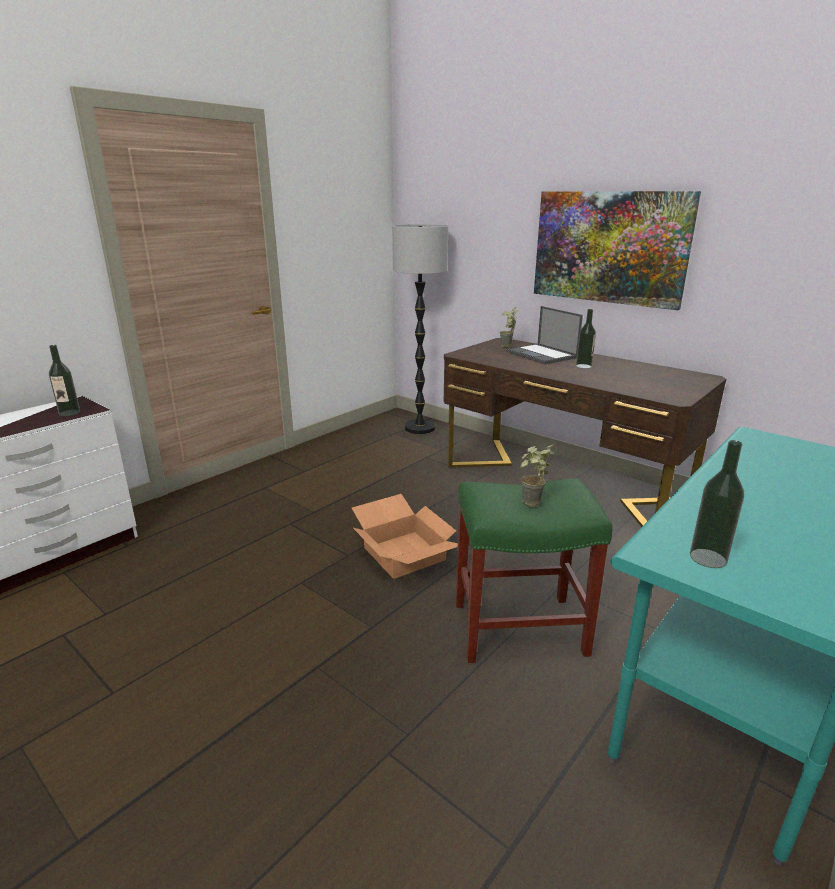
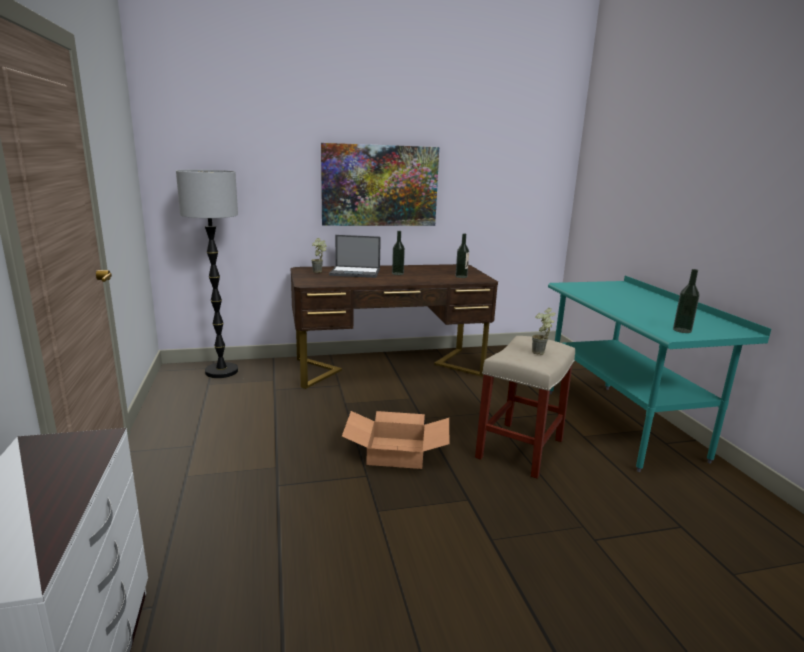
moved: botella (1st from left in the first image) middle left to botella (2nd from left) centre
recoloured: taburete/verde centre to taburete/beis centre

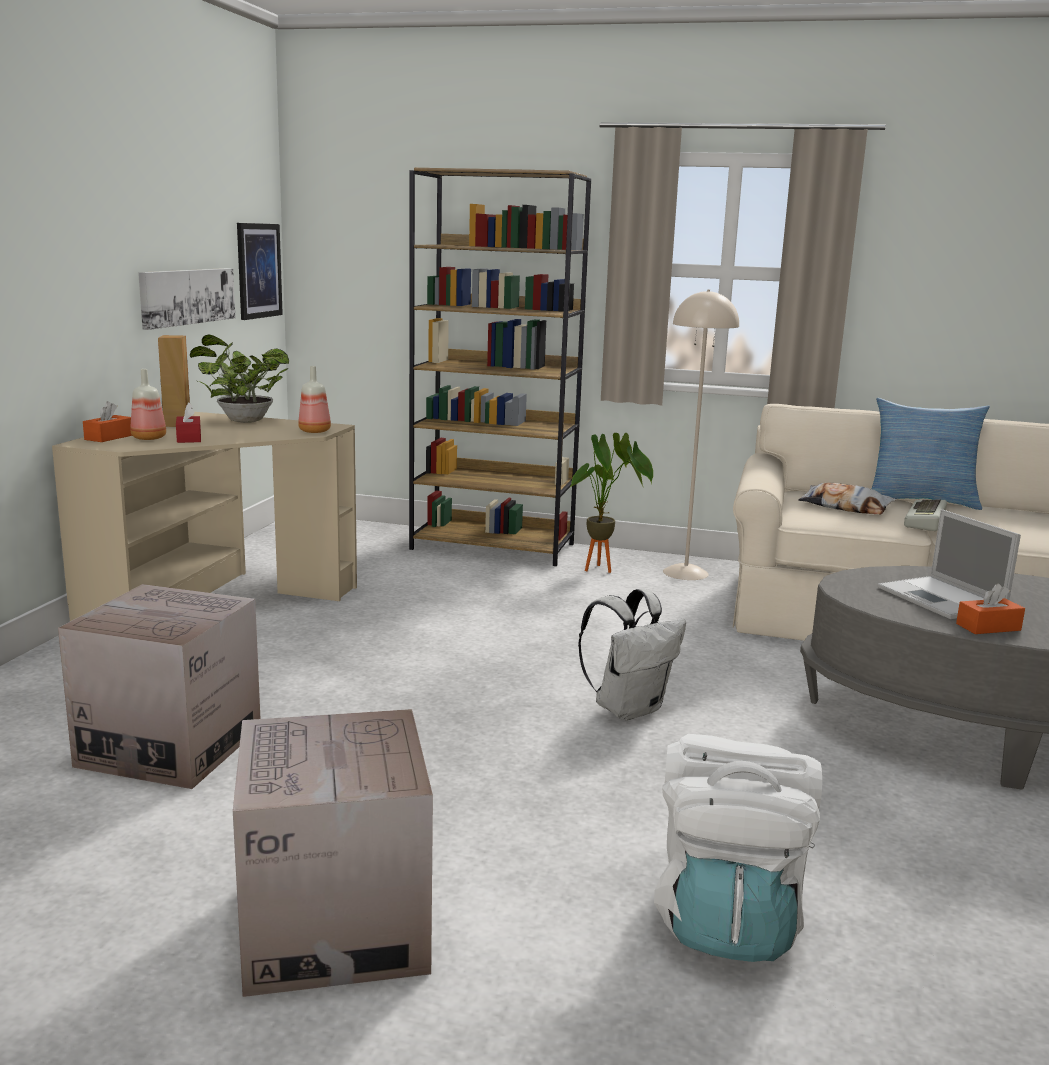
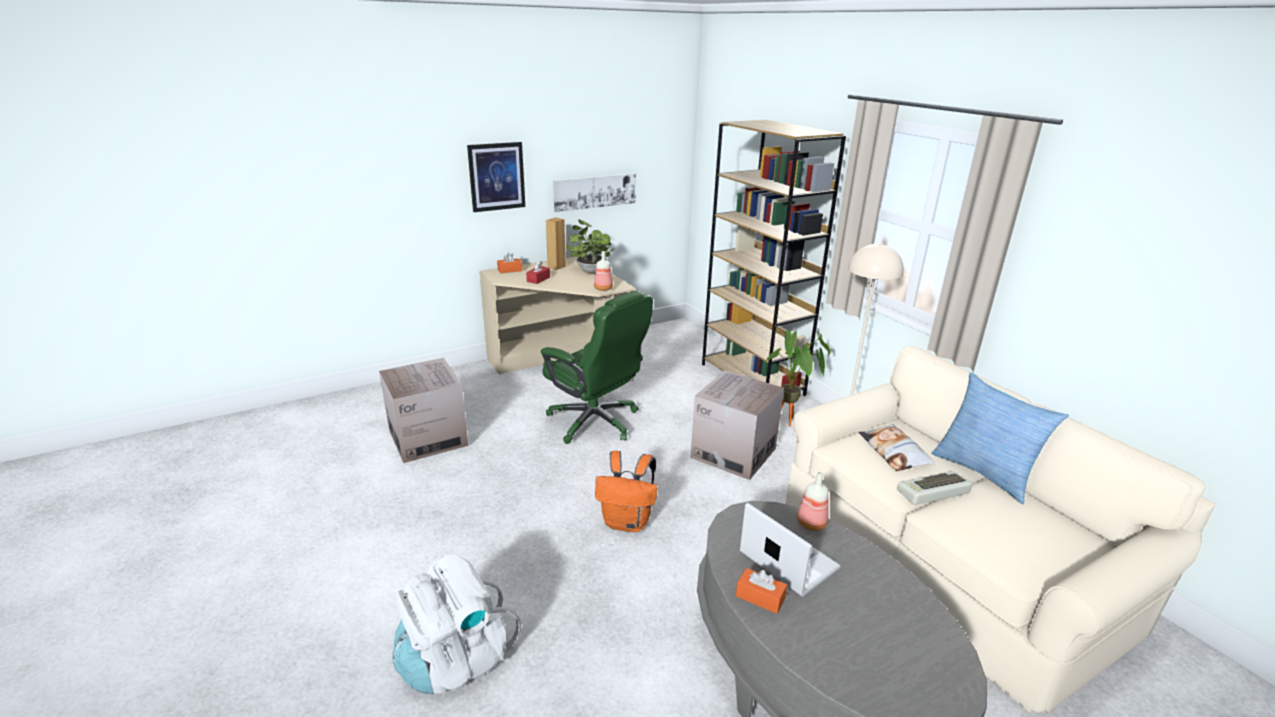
added: silla de oficina/verde centre
moved: botella (1st from left in the first image) middle left to botella (2nd from left) bottom centre; caja de cartón (2nd from left) bottom left to centre; cuadro (2nd from left in the first image) top left to cuadro (1st from left) top centre
recoloured: mochila/blanco (1st from left) centre to mochila/naranja bottom centre
turned: portátil middle right = bottom centre 120 degrees clockwise

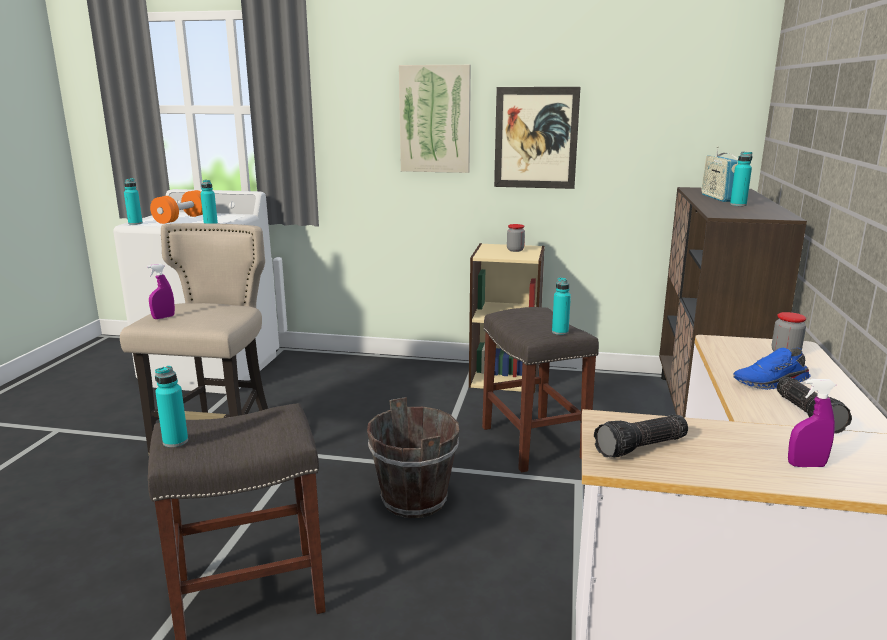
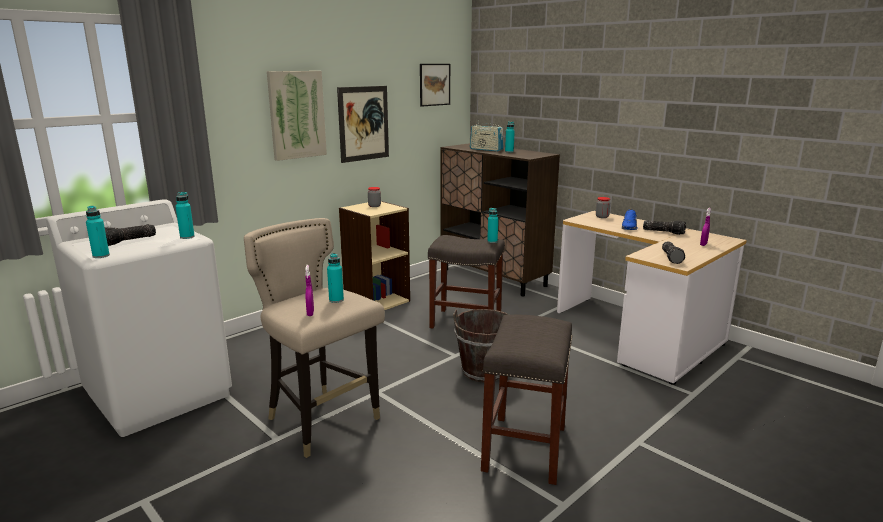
added: cuadro (3rd from left) top centre
moved: botella/turquesa (2nd from left in the first image) middle left to botella/turquesa (3rd from left) centre
replaced: mancuerna/naranja top left to linterna (1st from left) middle left

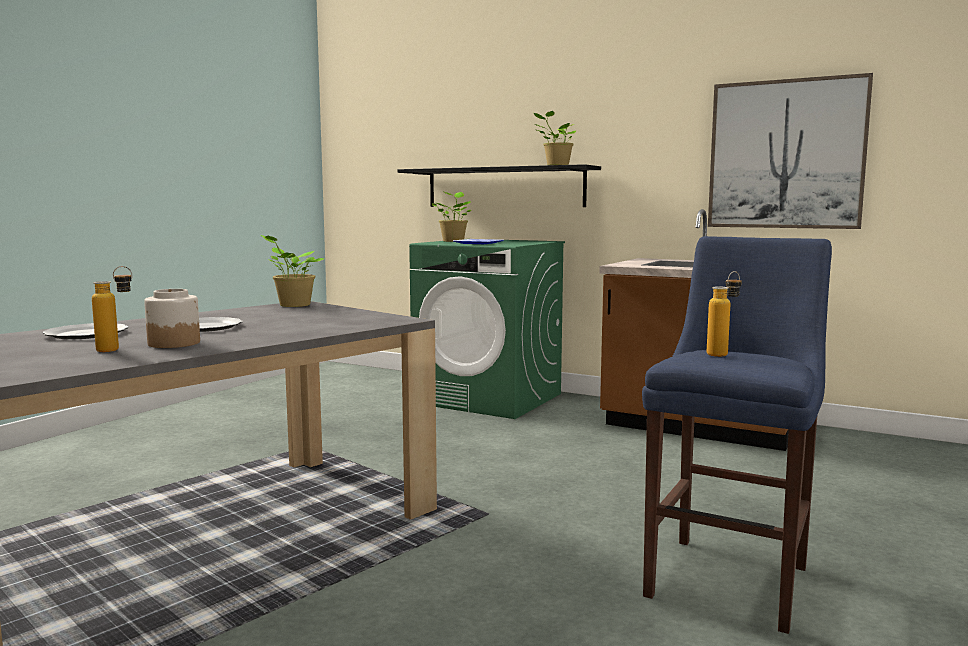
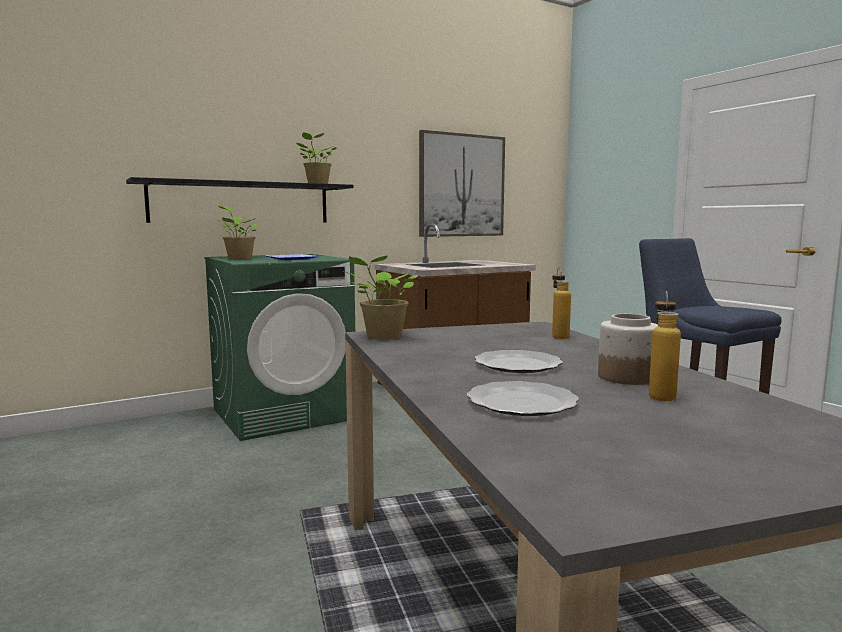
moved: botella (2nd from left in the first image) middle right to botella (1st from left) centre

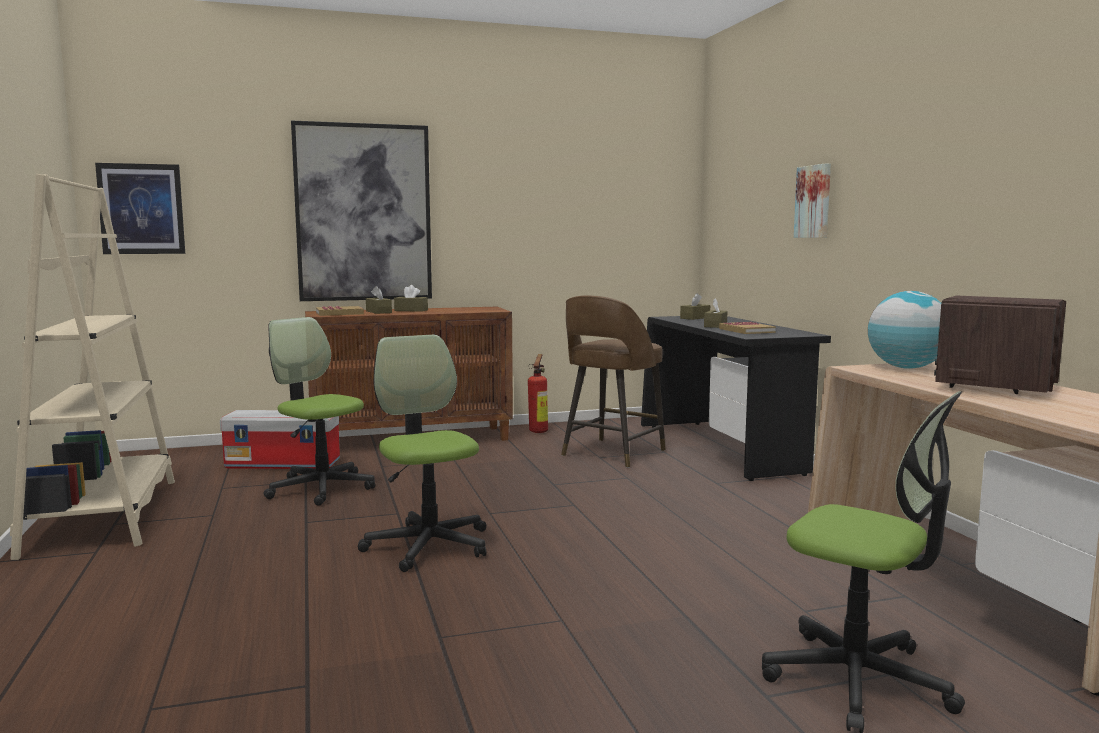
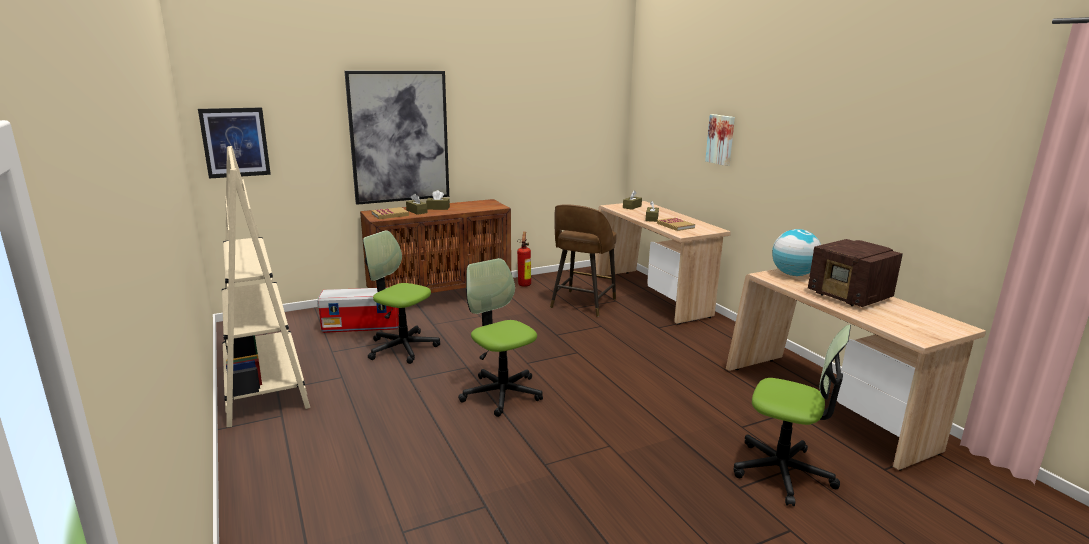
recoloured: escritorio/negro middle right to escritorio/beis (1st from left) centre
turned: radio middle right = middle right 60 degrees counterclockwise

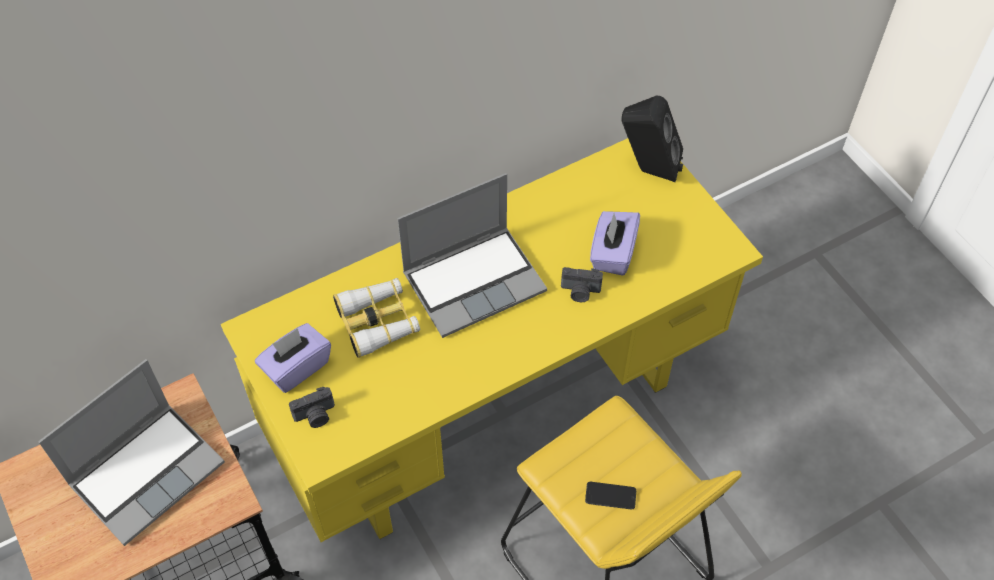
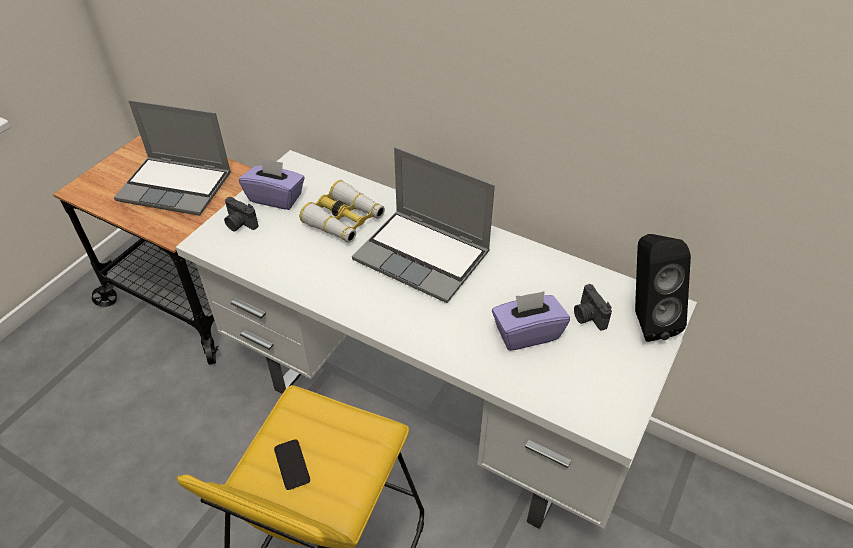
moved: cámara (2nd from left) centre to middle right
recoloured: escritorio/amarillo centre to escritorio/blanco centre

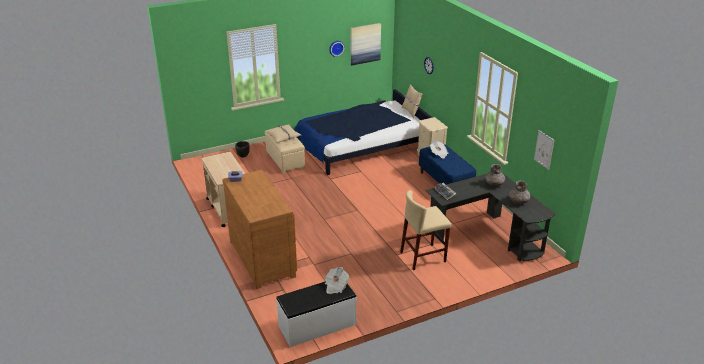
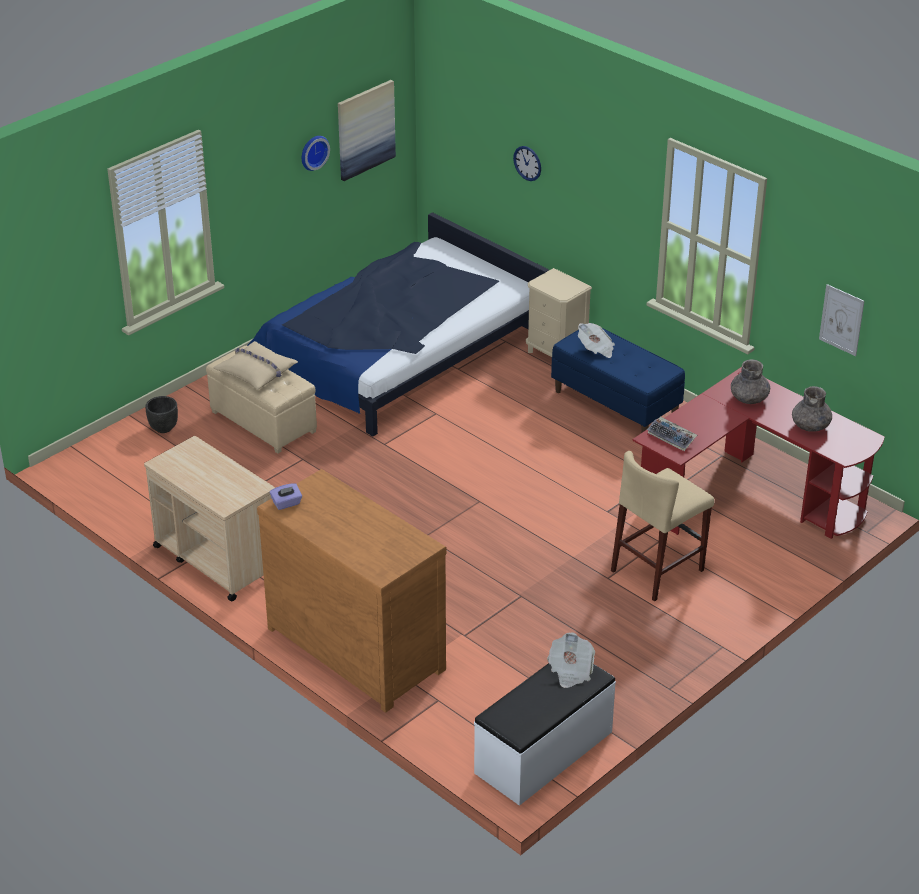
removed: cojín/beis (2nd from left) top centre
recoloured: escritorio/negro middle right to escritorio/rojo middle right

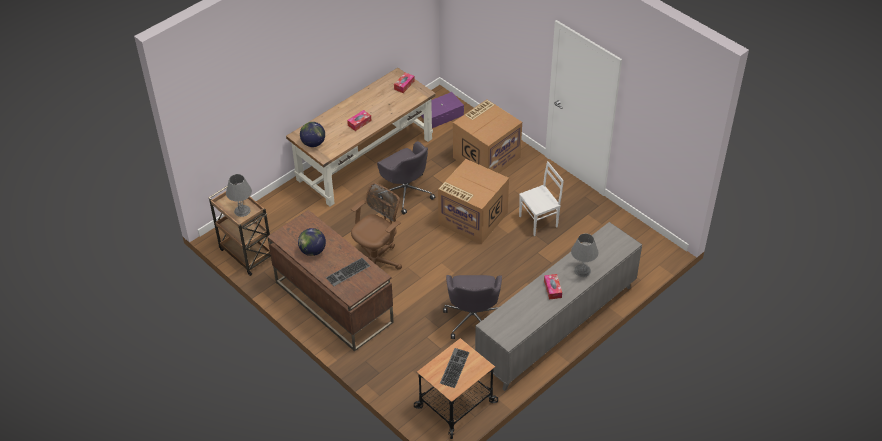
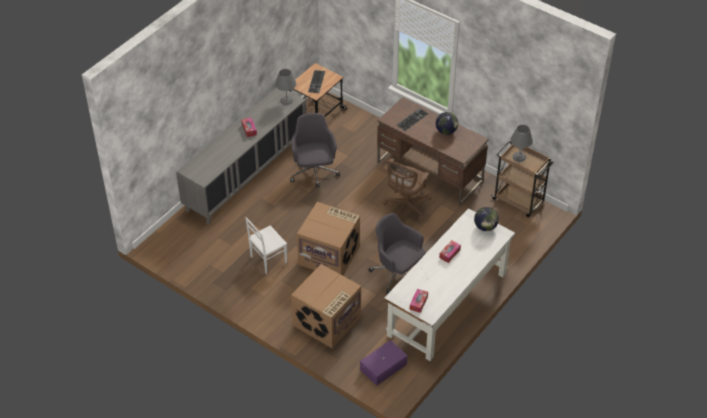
moved: lámpara de mesa/gris (2nd from left in the first image) centre to lámpara de mesa/gris (1st from left) top centre
recoloured: escritorio/marrón (2nd from left) top centre to escritorio/blanco bottom centre

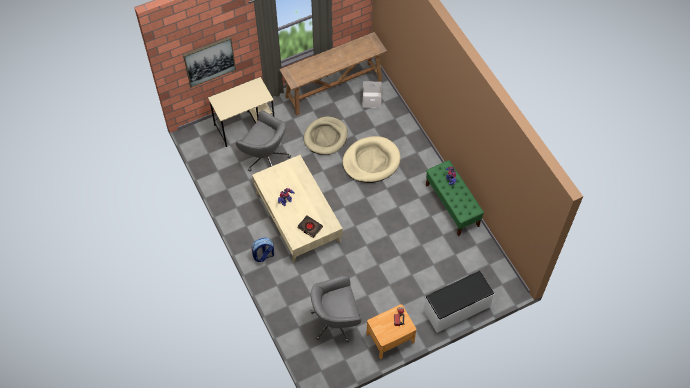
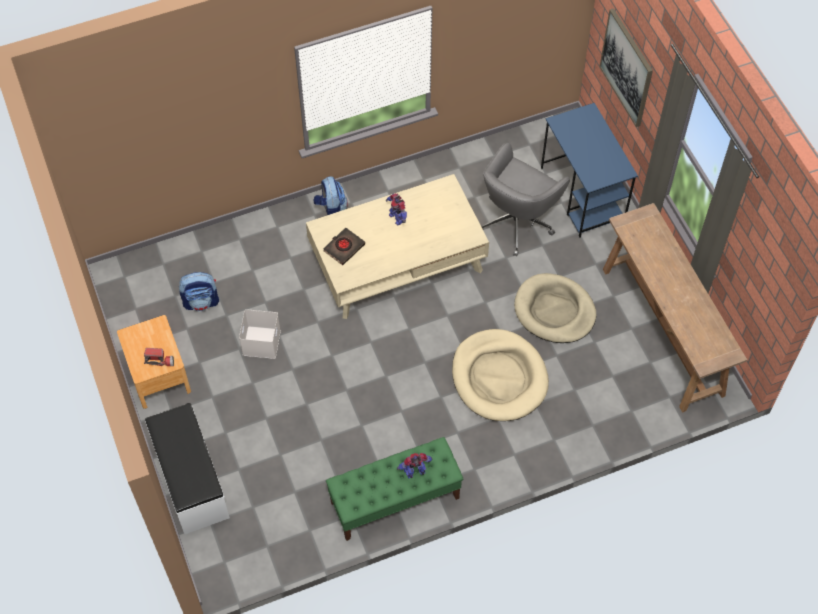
moved: caja de almacenaje/blanco top centre to middle left
replaced: silla de oficina/gris (2nd from left) bottom centre to mochila (1st from left) middle left
recoloured: escritorio/beis top centre to escritorio/azul top right

